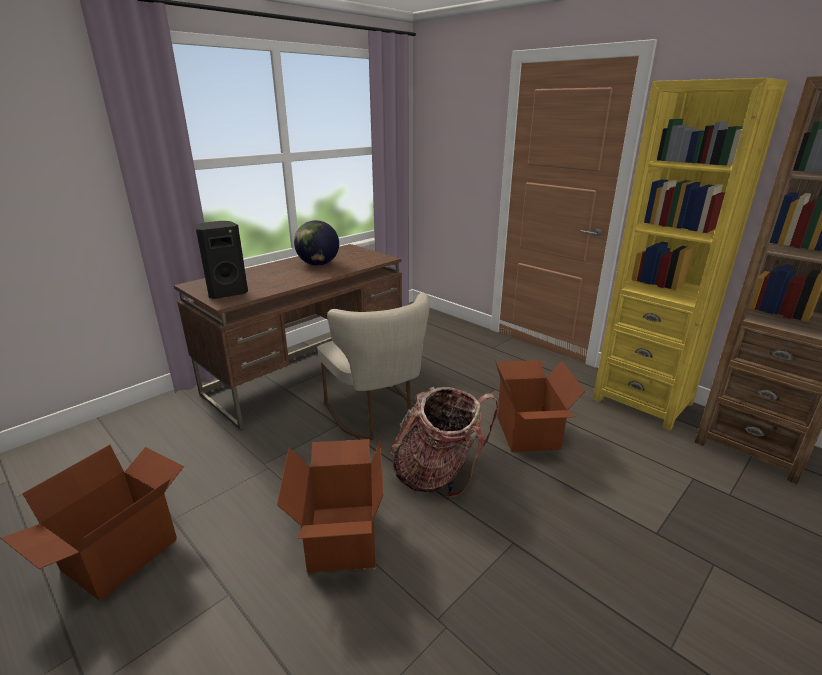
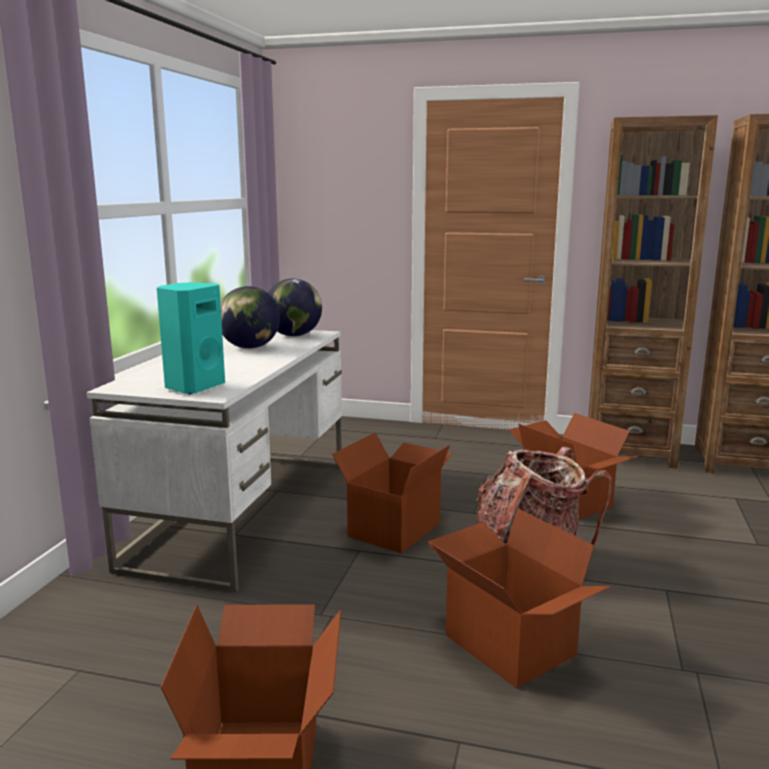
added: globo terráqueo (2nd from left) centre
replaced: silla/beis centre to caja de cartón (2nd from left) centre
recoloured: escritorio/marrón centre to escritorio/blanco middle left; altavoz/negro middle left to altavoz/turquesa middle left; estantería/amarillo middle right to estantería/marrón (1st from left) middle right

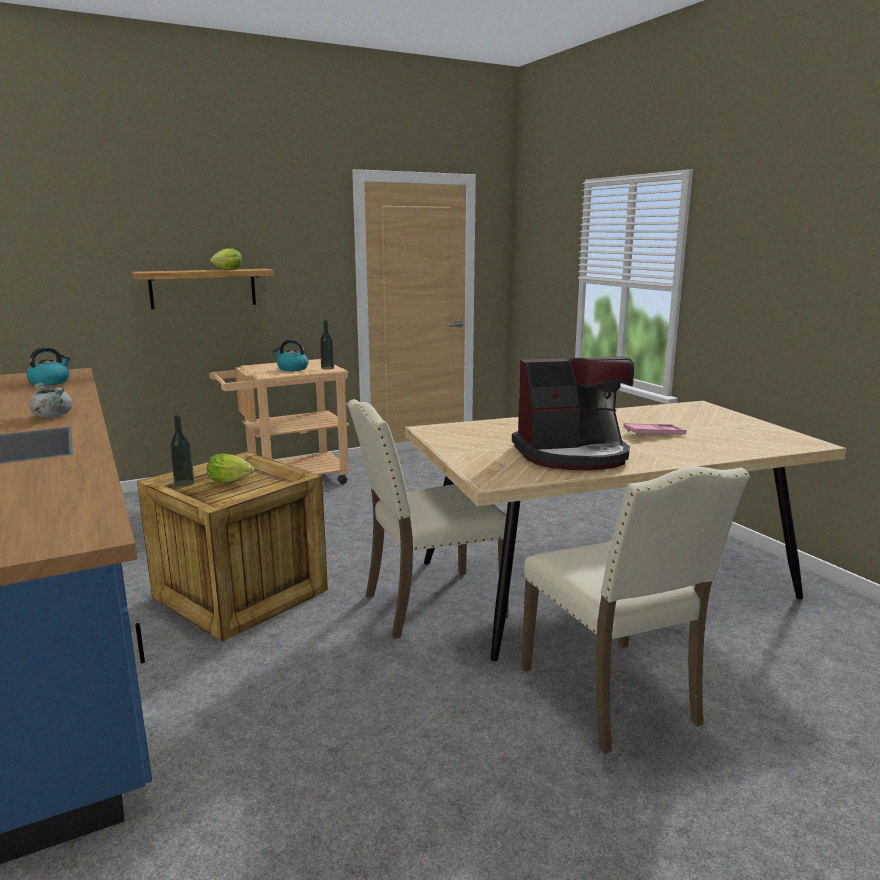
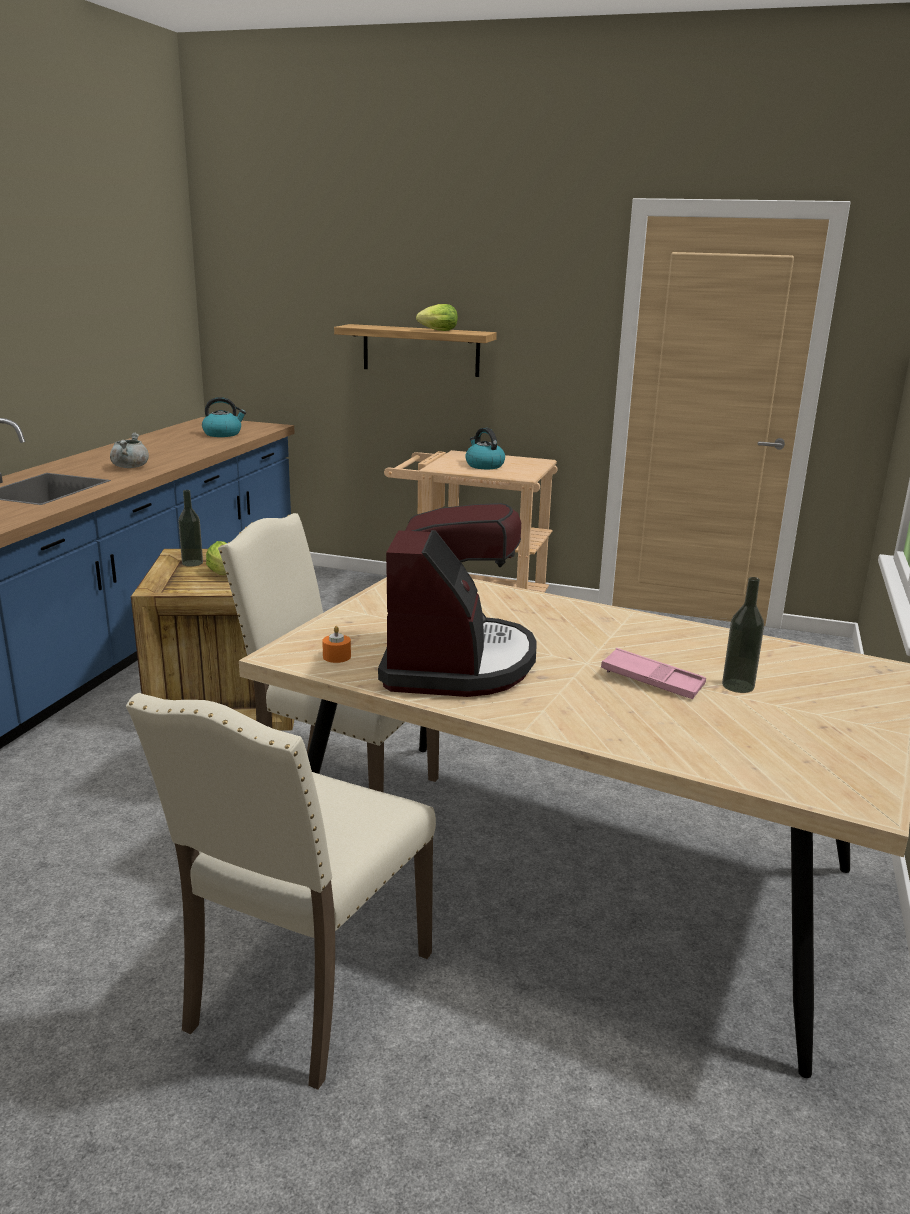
added: vela/naranja centre
moved: botella (2nd from left) centre to middle right
turned: cafetera centre = centre 120 degrees counterclockwise

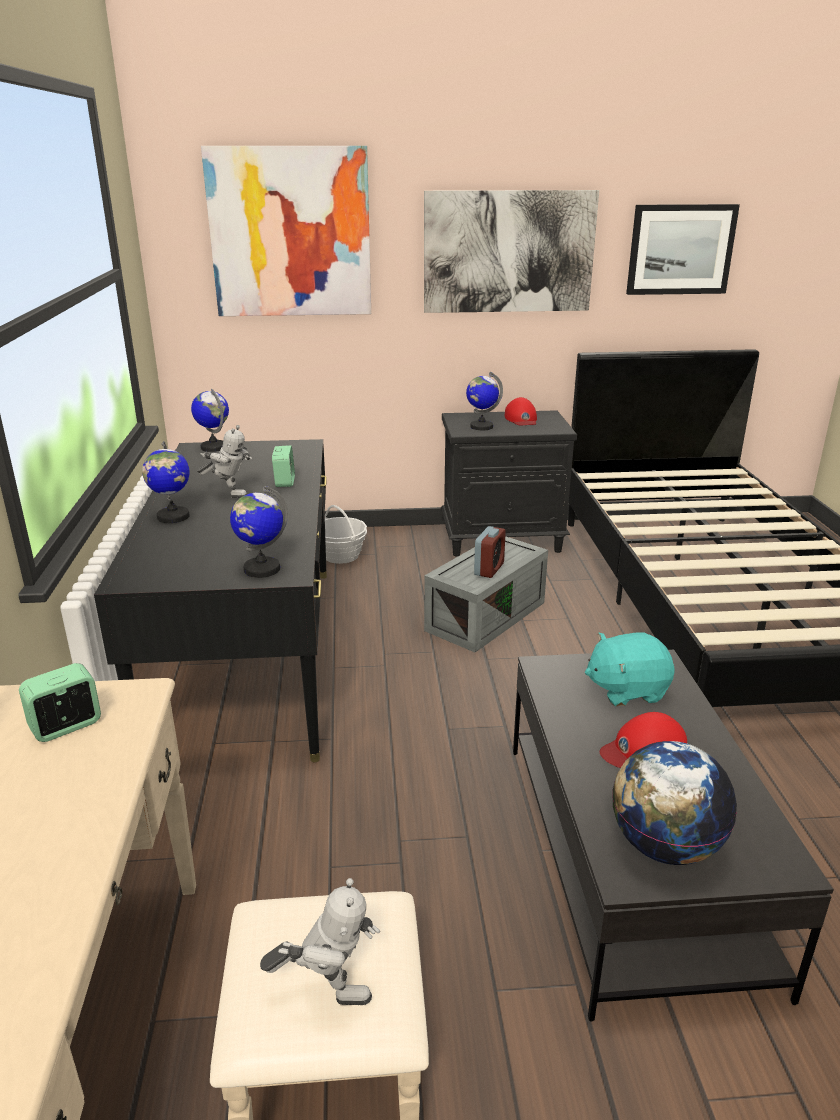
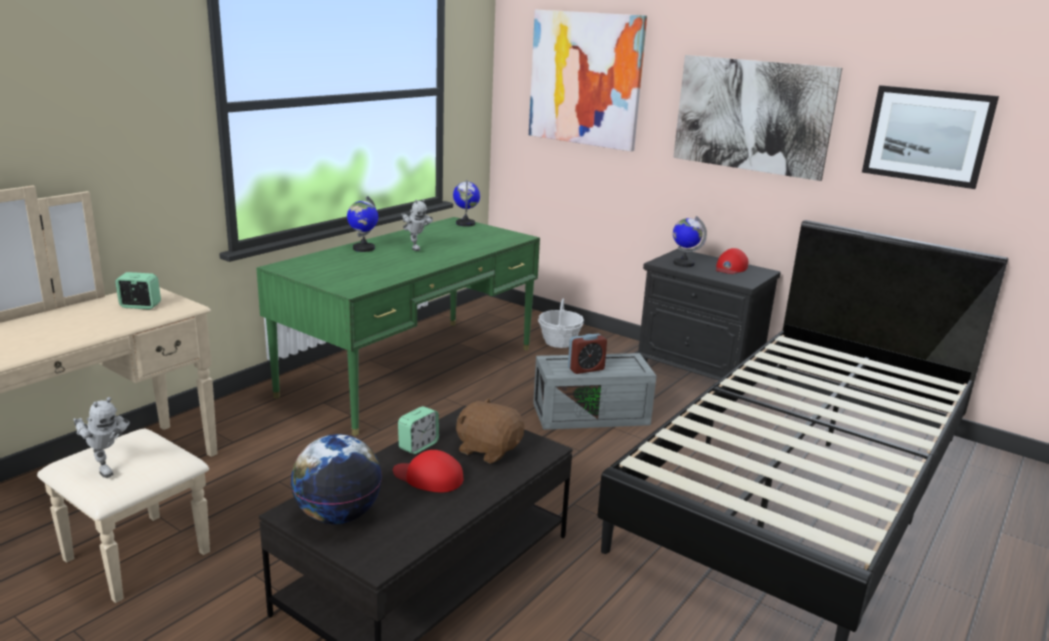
removed: globo terráqueo (3rd from left) middle left
moved: despertador (2nd from left) centre to bottom centre
recoloured: escritorio/negro middle left to escritorio/verde centre; peluche/turquesa middle right to peluche/marrón bottom centre

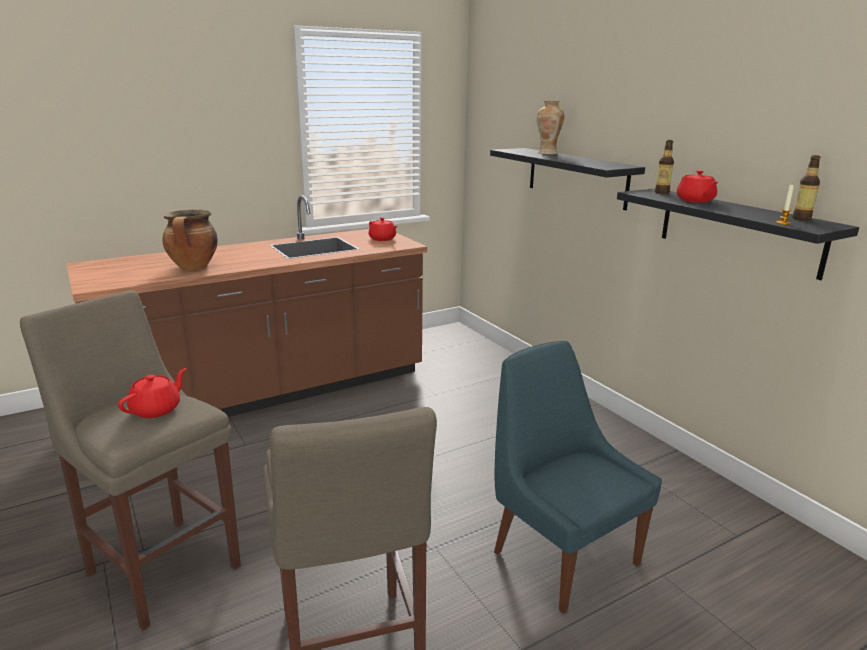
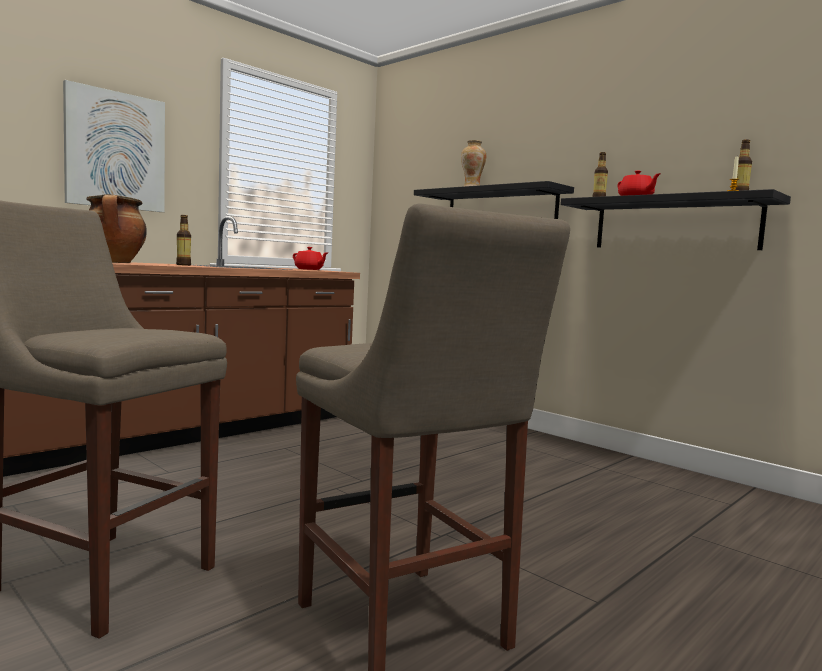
removed: tetera/rojo (1st from left) middle left; silla/azul bottom right
added: cuadro top left; botella (1st from left) middle left

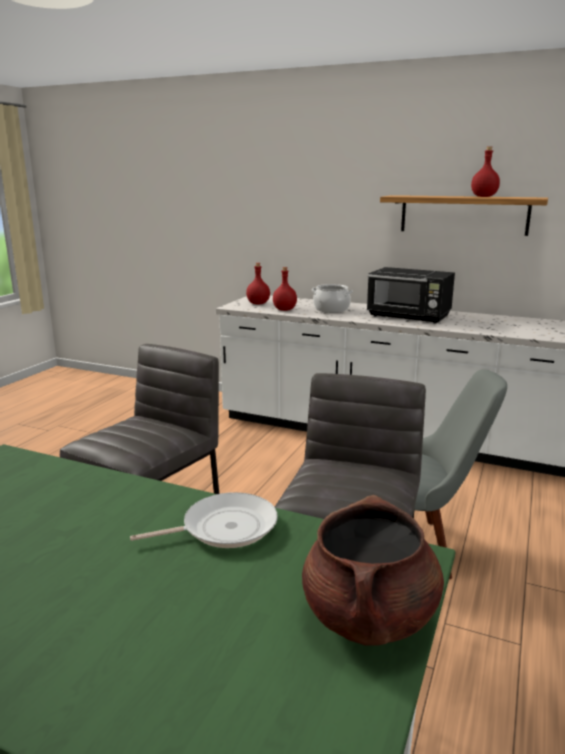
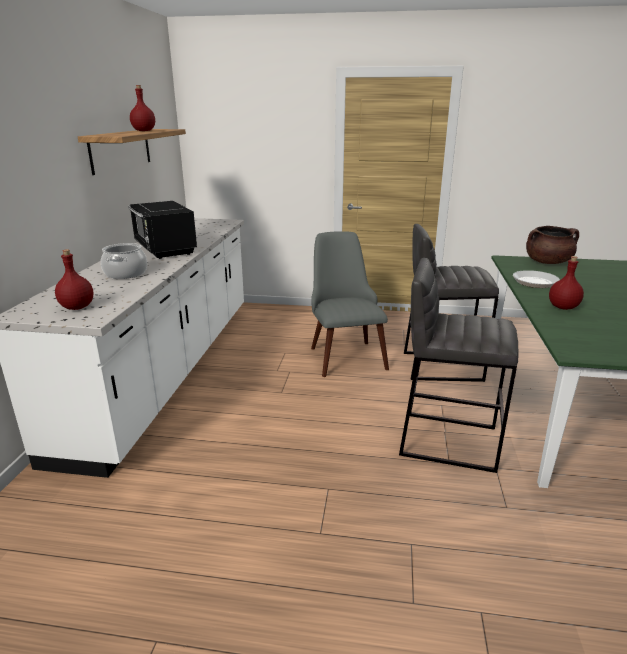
moved: botella/rojo (2nd from left in the first image) centre to botella/rojo (3rd from left) middle right
turned: microondas/negro middle right = middle left 135 degrees clockwise

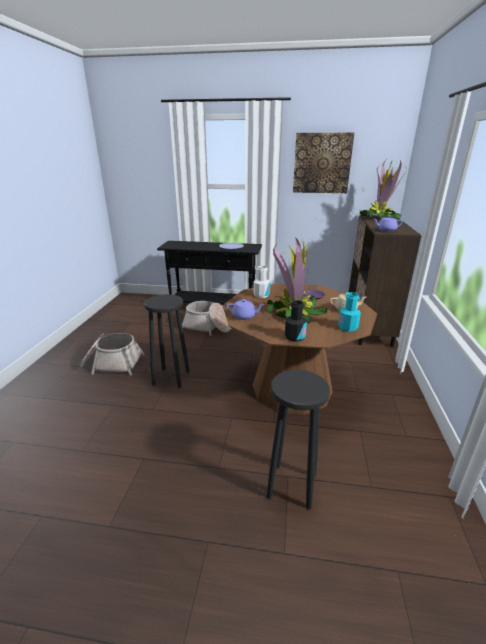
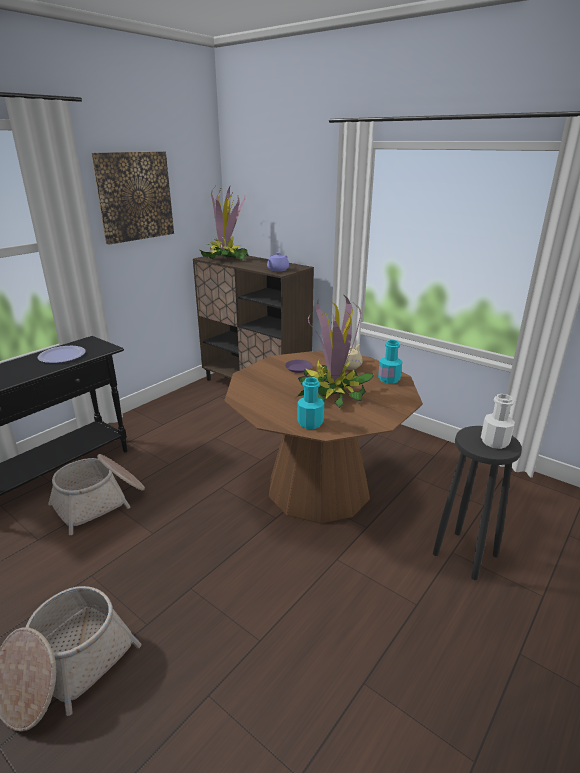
removed: taburete/negro (1st from left) centre; botella/negro centre
moved: botella/blanco centre to middle right
replaced: tetera/morado (1st from left) centre to botella/turquesa (1st from left) centre

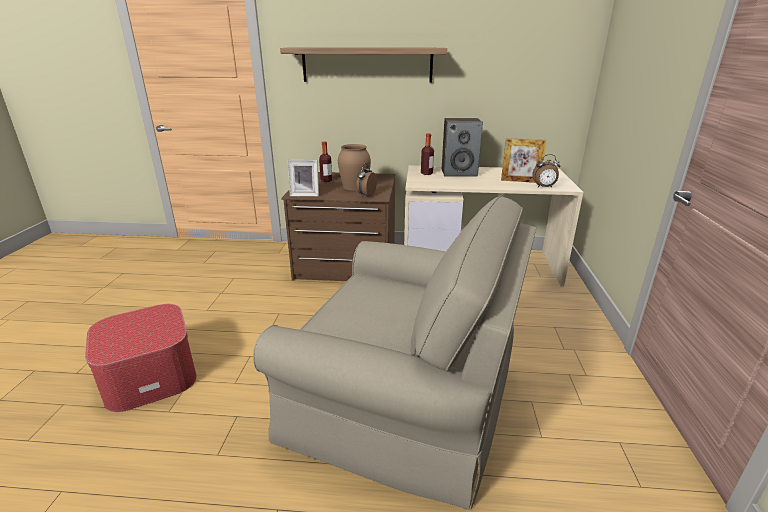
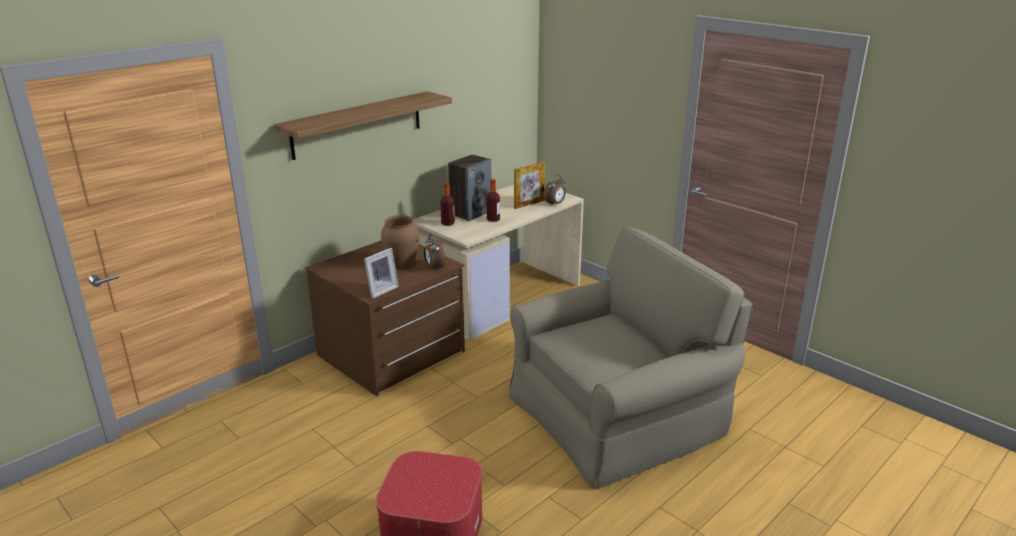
moved: botella (1st from left in the first image) top centre to botella (2nd from left) centre

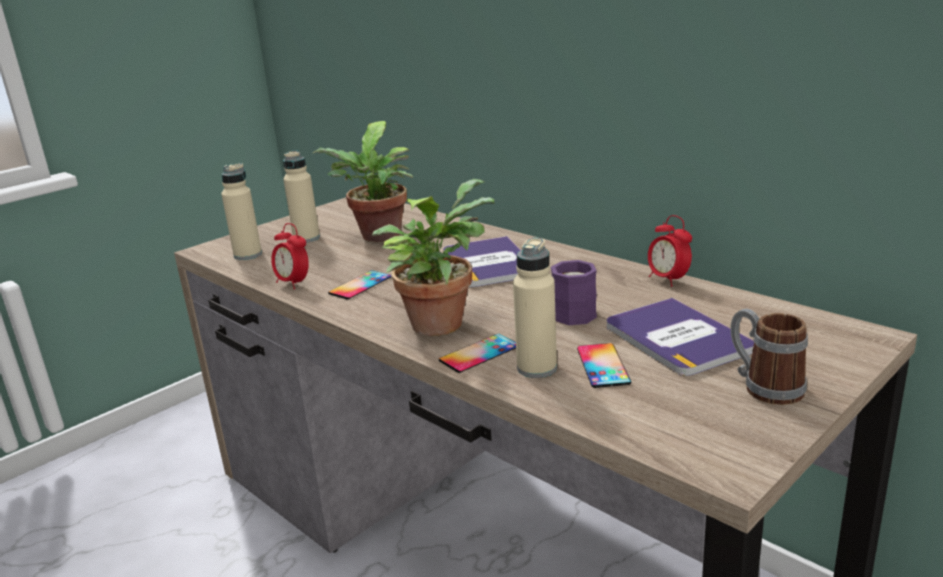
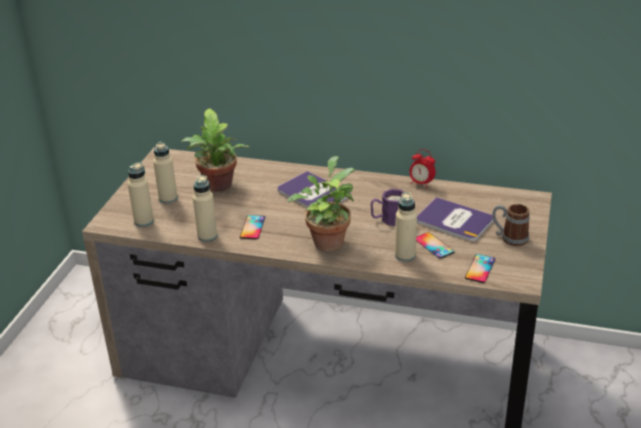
moved: móvil (2nd from left in the first image) centre to móvil (3rd from left) middle right
replaced: despertador (1st from left) middle left to botella/beis (3rd from left) middle left

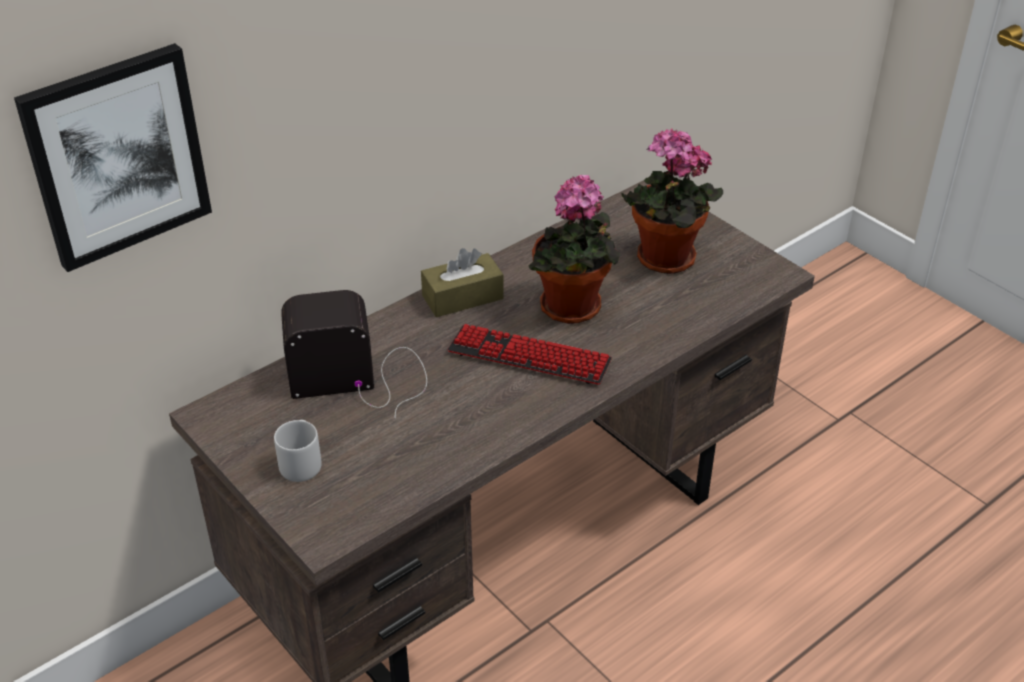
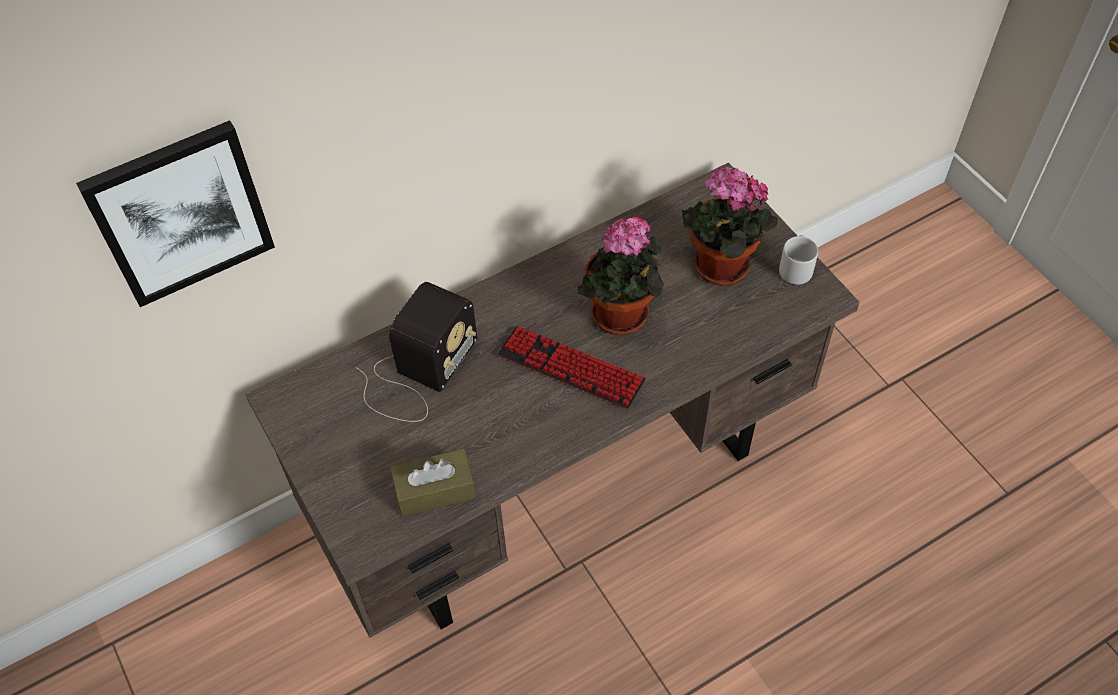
moved: taza grande/gris middle left to middle right; caja de pañuelos/marrón centre to bottom centre
turned: radio centre = centre 120 degrees clockwise

